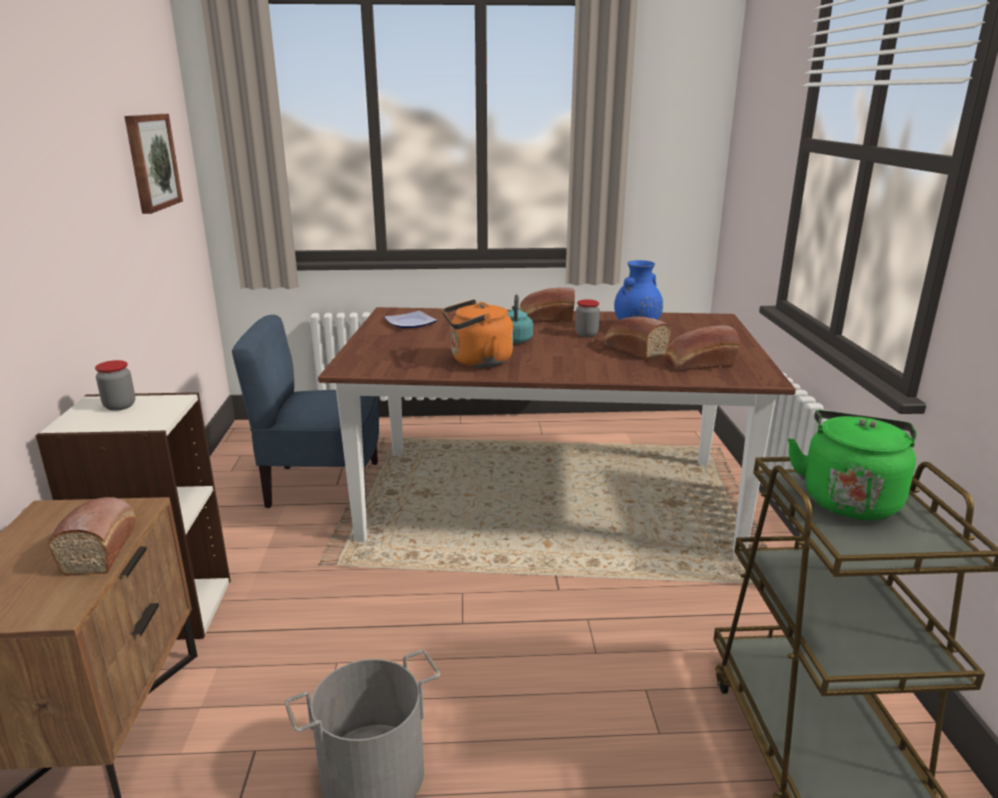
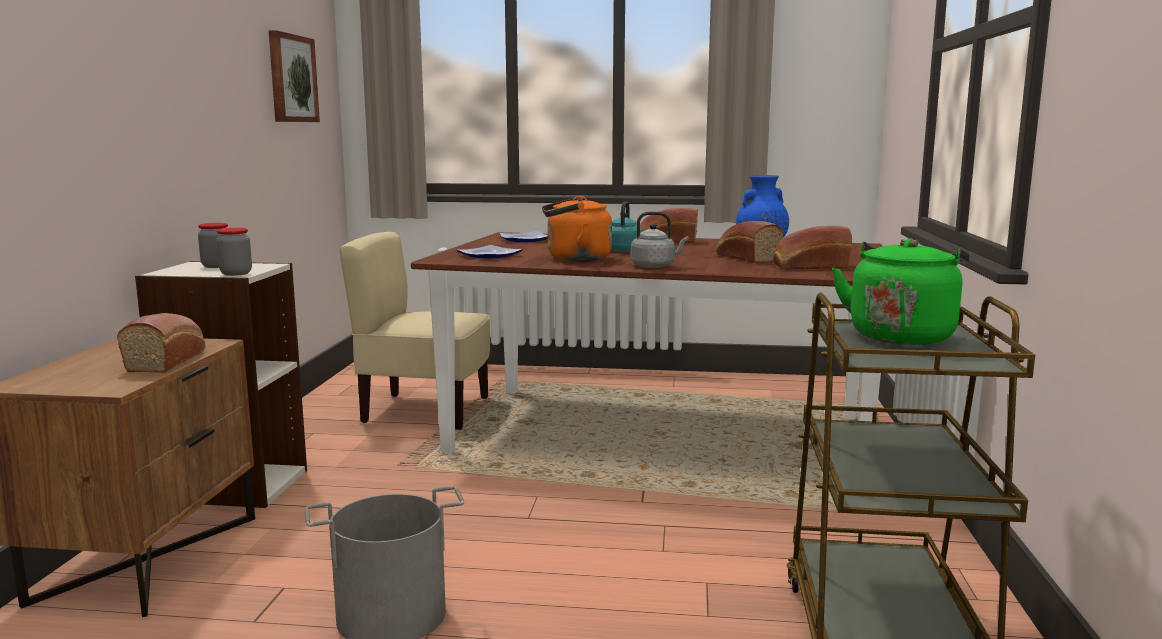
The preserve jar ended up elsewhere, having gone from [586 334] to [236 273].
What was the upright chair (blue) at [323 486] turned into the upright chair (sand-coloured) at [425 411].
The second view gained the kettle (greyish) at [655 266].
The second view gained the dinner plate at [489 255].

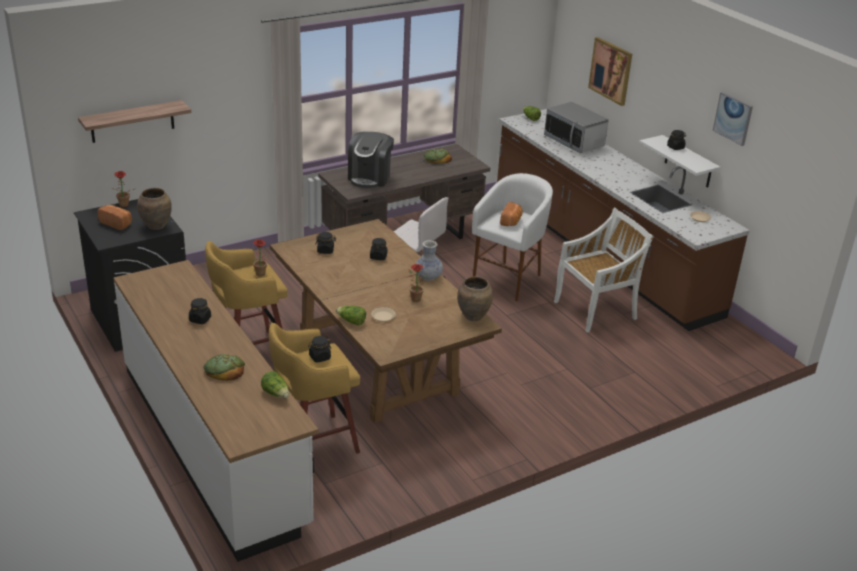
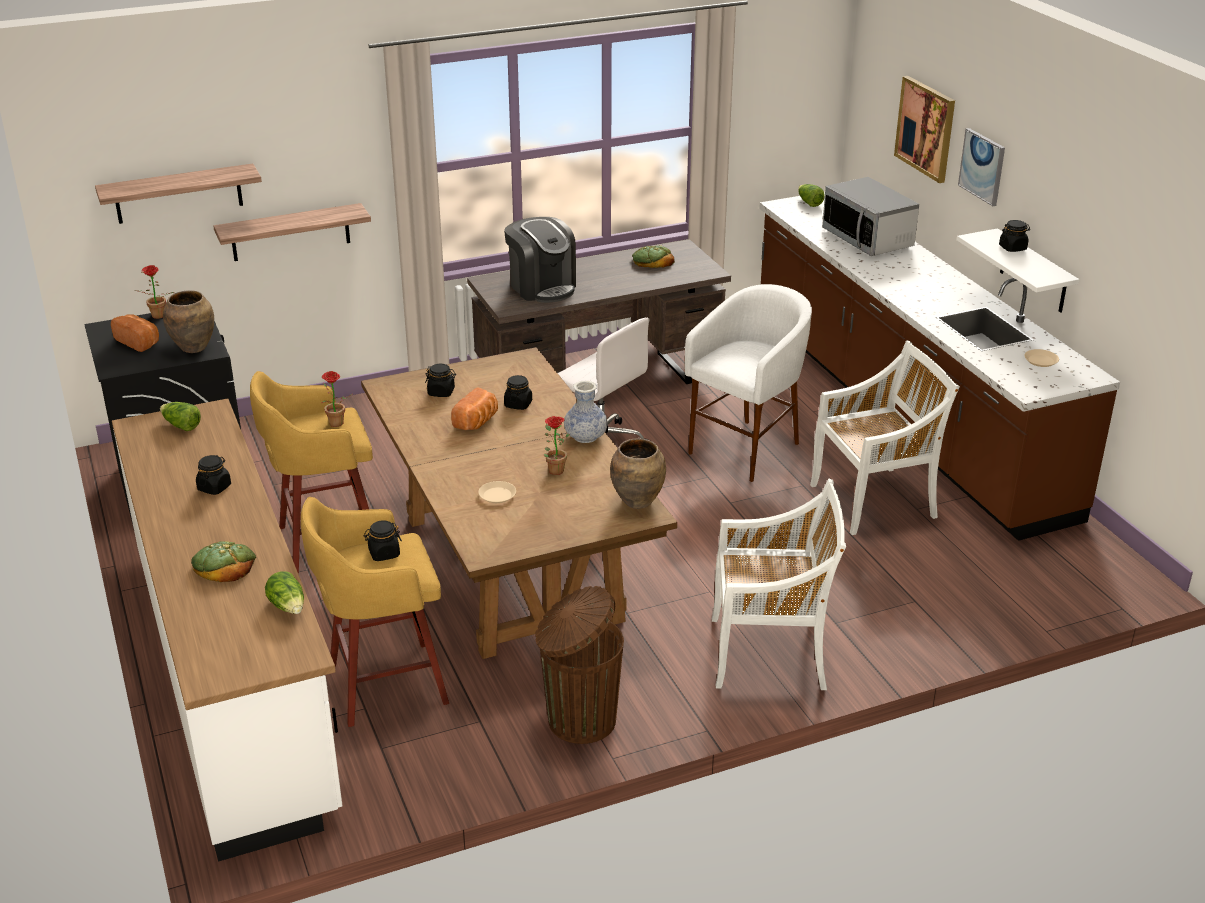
The wall picture ended up elsewhere, having gone from [733 118] to [982 166].
The coffee machine at [370 178] ended up facing another way, 60 degrees counterclockwise from before.
The bakery bread ended up elsewhere, having gone from [511 221] to [477 422].
The lettuce head ended up elsewhere, having gone from [351 321] to [181 425].
The second view gained the wall shelf at [290 232].
The second view gained the upright chair (white) at [770 653].
The second view gained the rubbish bin (brown-coloured) at [579 720].

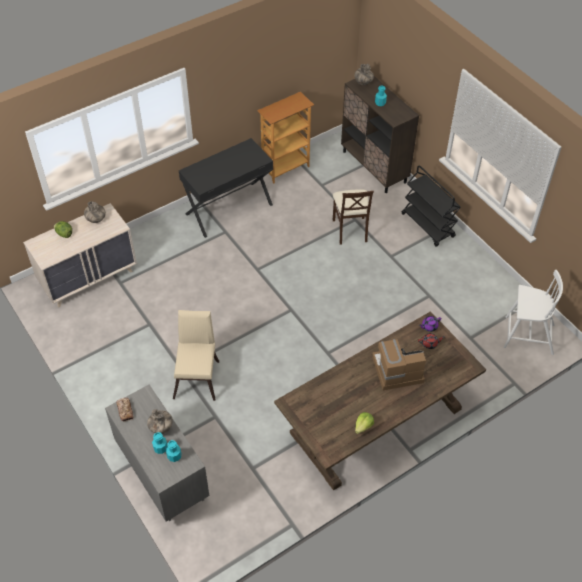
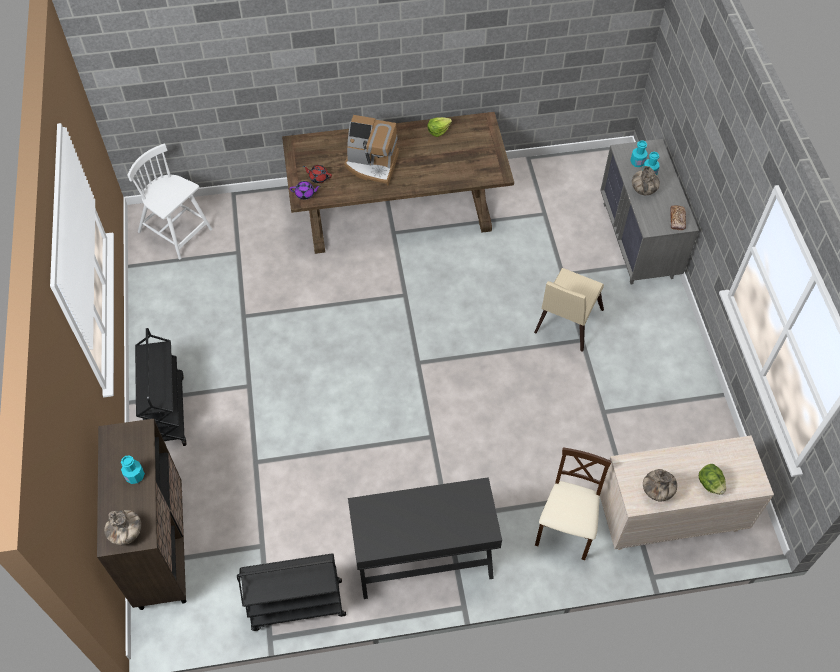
Where the shelving unit stood at [285 168], the wheeled cart (black-coloured) came to stand at [296 606].
The upright chair (sand-coloured) ended up elsewhere, having gone from [350 230] to [565 530].

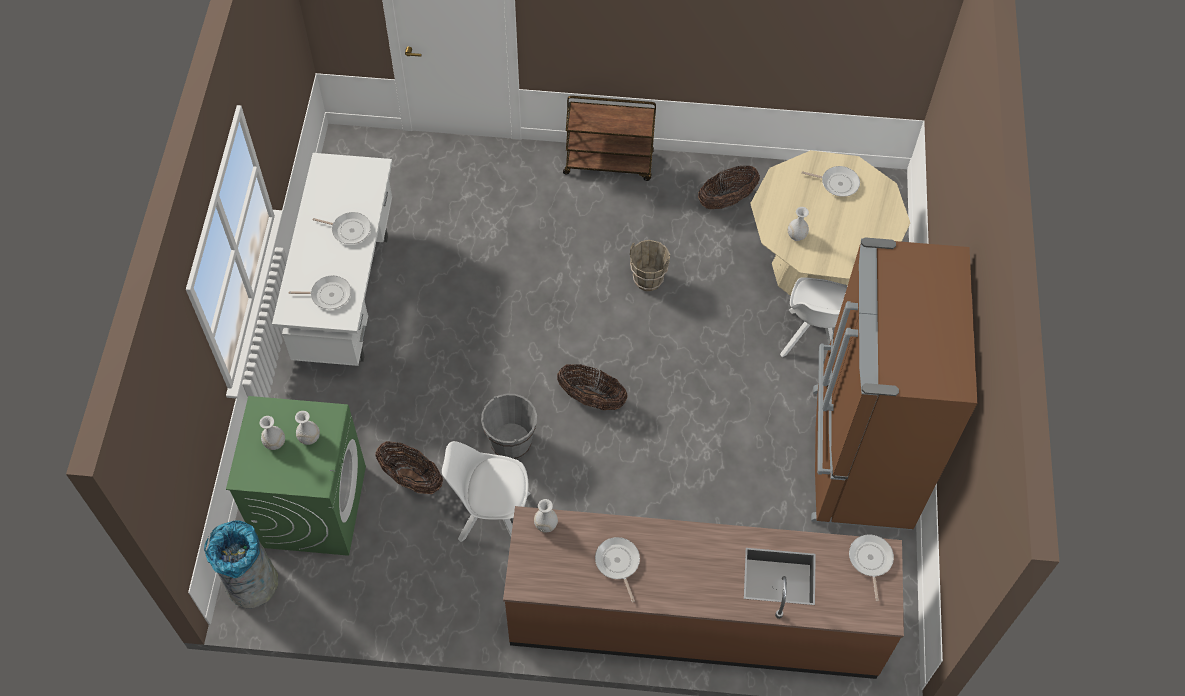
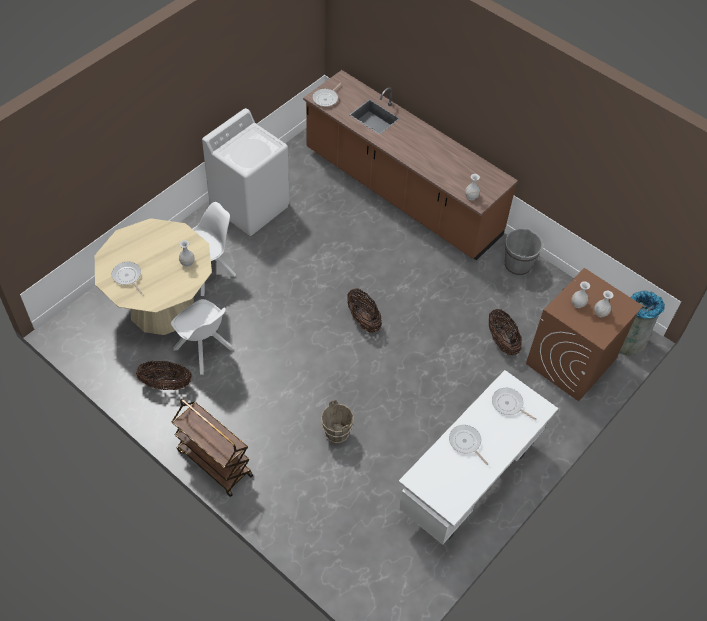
Where the kitchen fridge (brown-coloured) stood at [858 458], the laundry appliance (white) came to stand at [250 206].
The bucket (brown-coloured) ended up elsewhere, having gone from [648 279] to [336 434].
The bucket (greyish) ended up elsewhere, having gone from [511 442] to [517 265].
What was the laundry appliance (green-coloured) at [312 505] turned into the laundry appliance (brown-coloured) at [571 362].
The upright chair (white) ended up elsewhere, having gone from [491 515] to [204 350].
The second view lost the frying pan at [618 563].

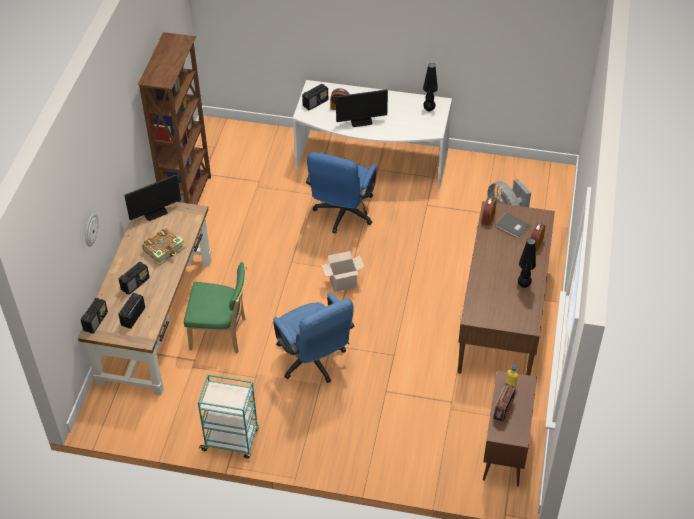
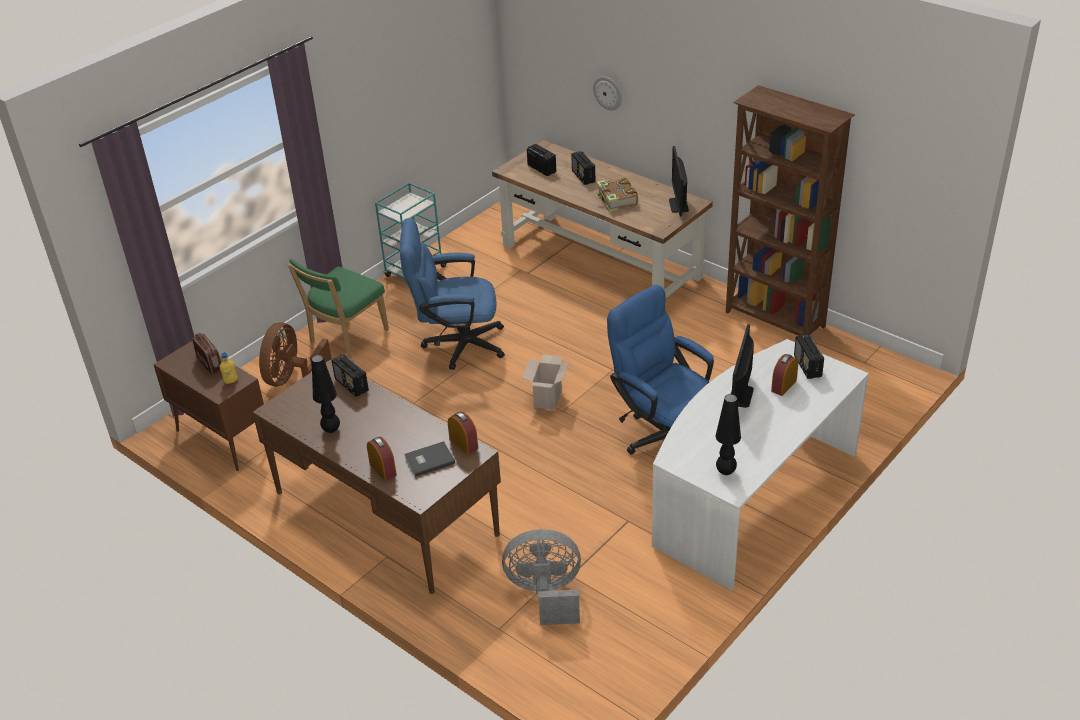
The upright chair (green-coloured) ended up elsewhere, having gone from [221 334] to [346 338].
The radio ended up elsewhere, having gone from [96 321] to [352 385].
The second view gained the electric fan (brown-coloured) at [292 378].

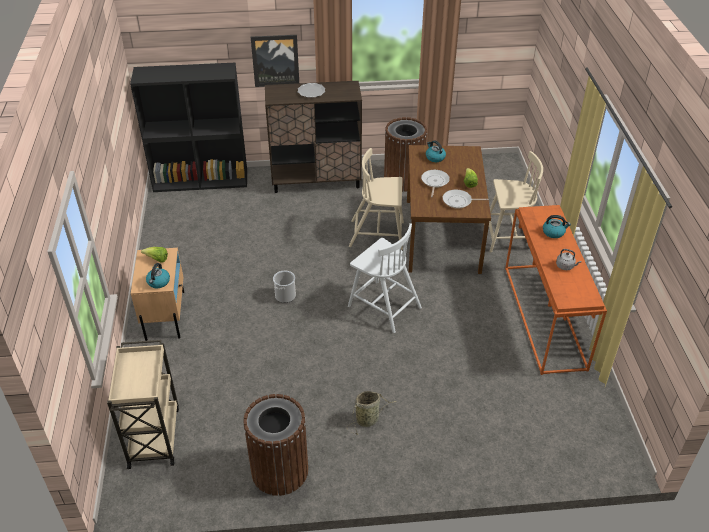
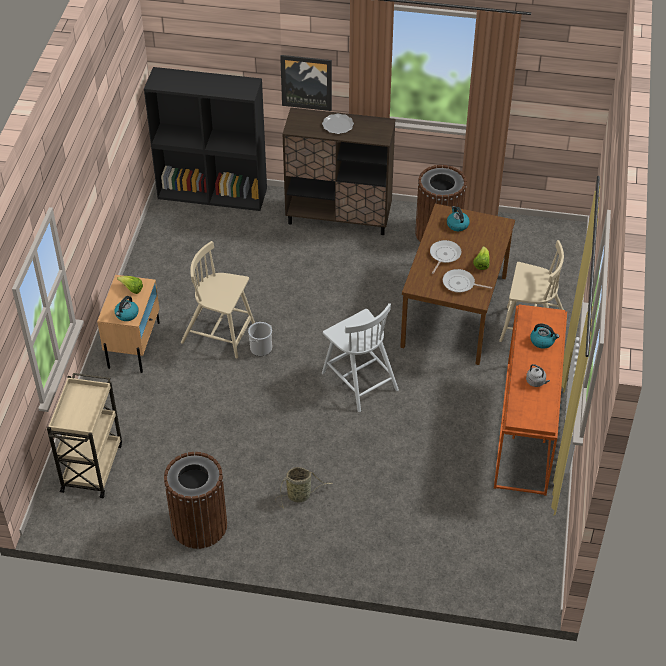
The upright chair (sand-coloured) ended up elsewhere, having gone from [378 234] to [219 334].

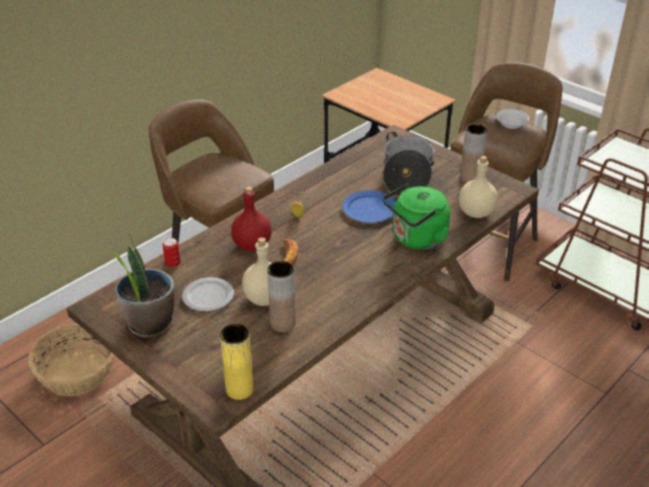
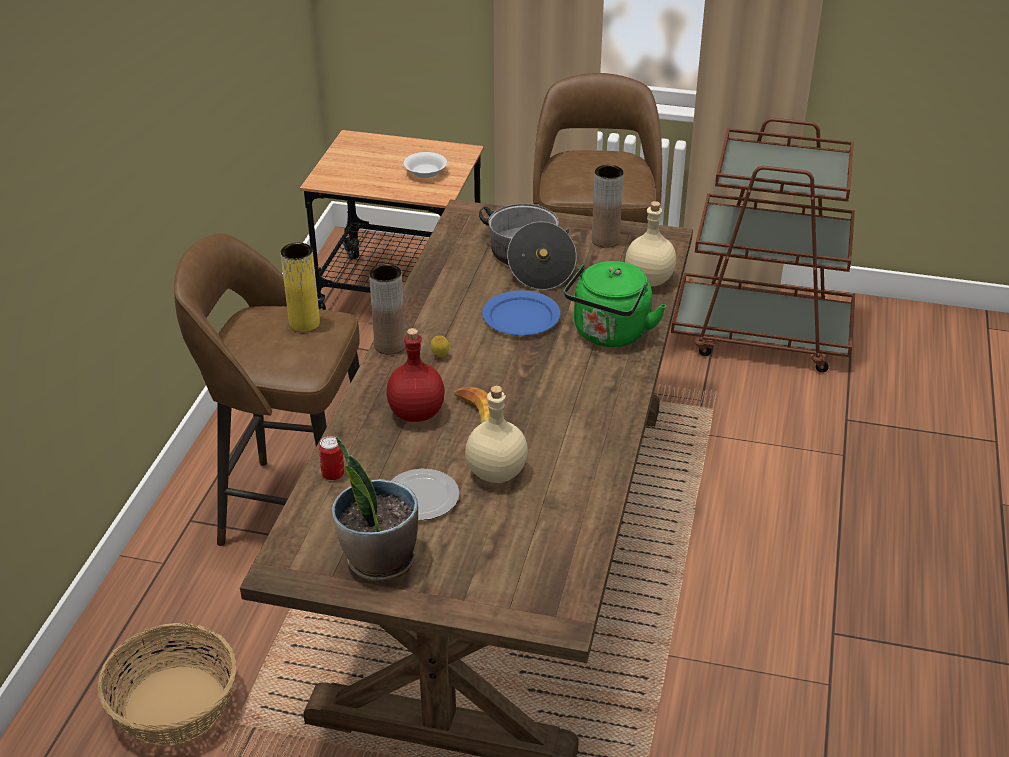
The serving bowl (white) ended up elsewhere, having gone from [511 125] to [426 173].
The flower vase (brown-coloured) ended up elsewhere, having gone from [282 324] to [390 345].
The flower vase (yellow) ended up elsewhere, having gone from [239 389] to [304 323].

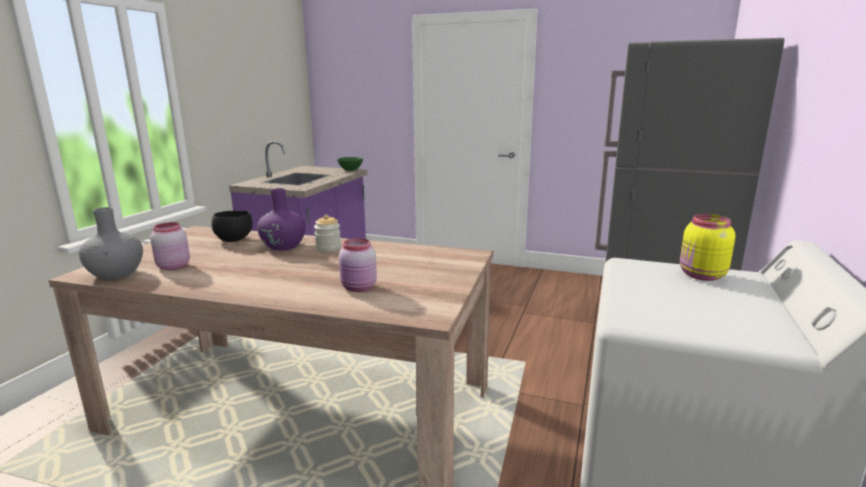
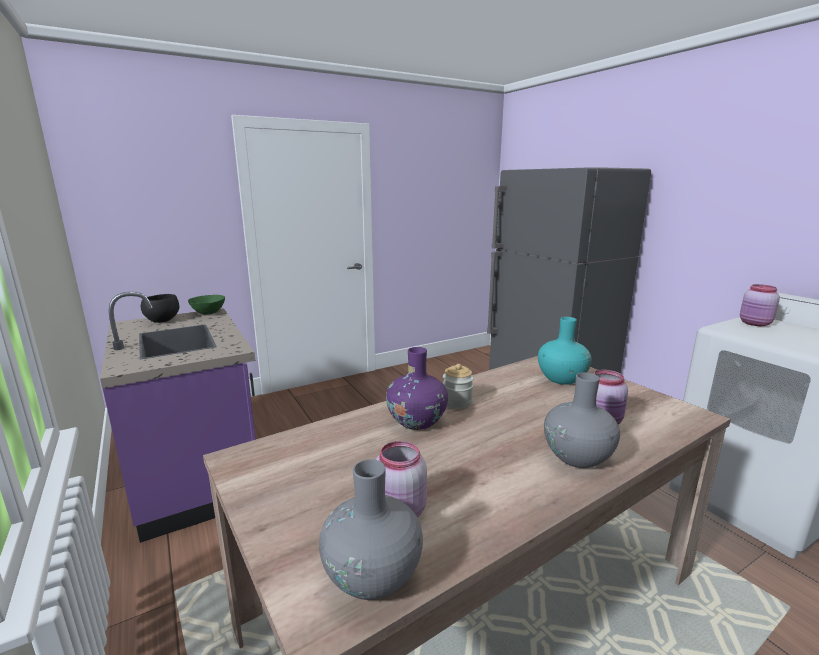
The serving bowl (black-coloured) ended up elsewhere, having gone from [234 240] to [162 320].
What was the preserve jar (yellow) at [701 276] turned into the preserve jar (pink) at [755 324].
The second view gained the flower vase (blue-green) at [561 378].
The second view gained the flower vase (greyish) at [577 457].

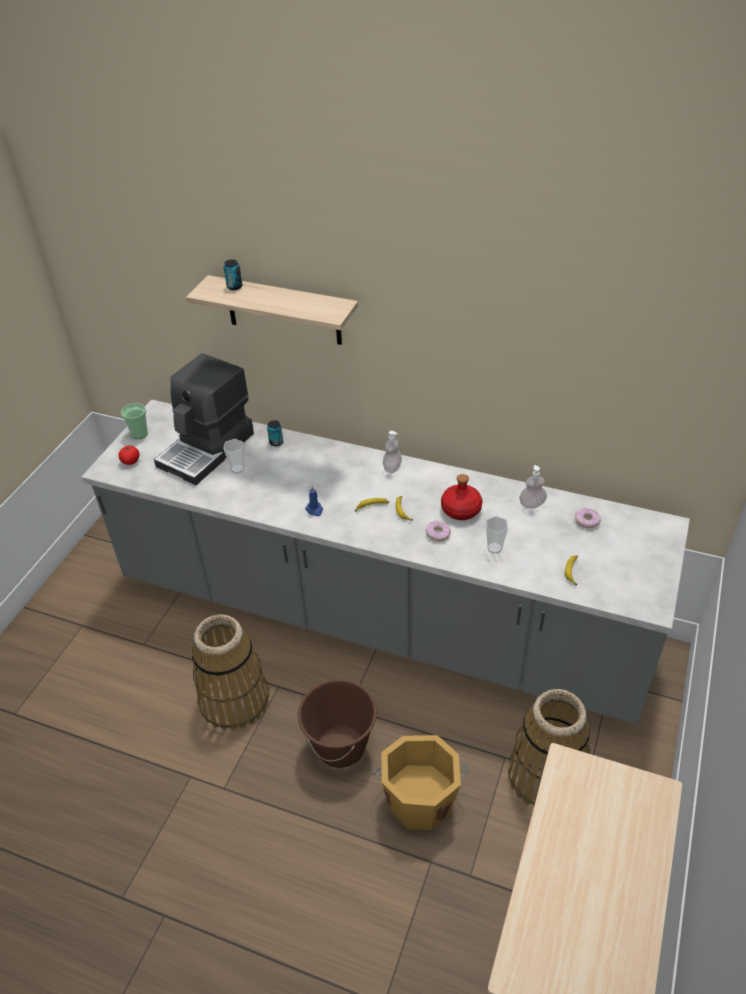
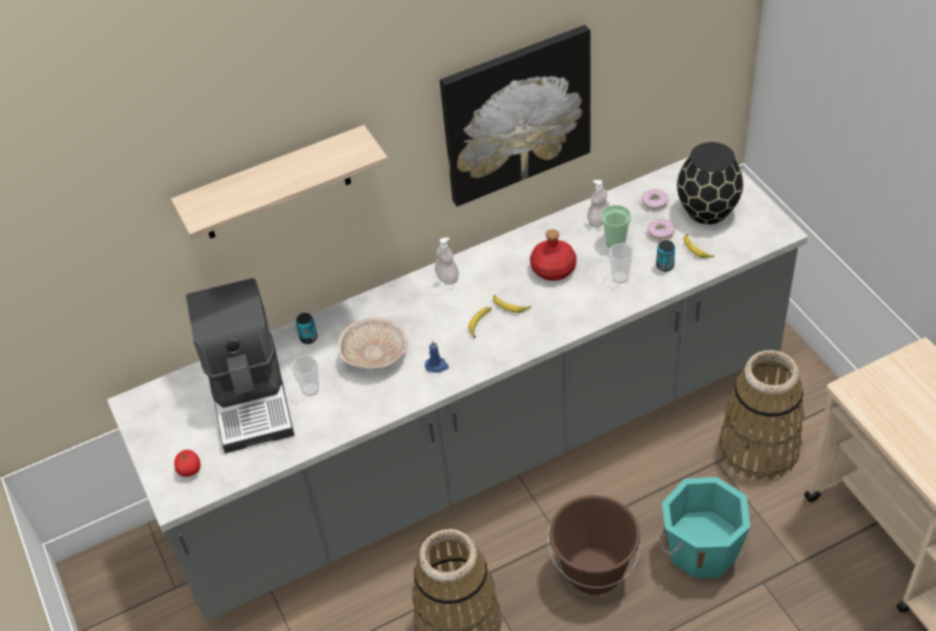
The can ended up elsewhere, having gone from [234 287] to [665 266].
The drinking cup ended up elsewhere, having gone from [139 434] to [615 241].
The ring doughnut ended up elsewhere, having gone from [438 534] to [660 232].
What was the bucket (orange-coloured) at [420 800] turned into the bucket (blue-green) at [701 549].
The second view gained the wall picture at [516 114].
The second view gained the flower vase (black-coloured) at [707 211].
The second view gained the serving bowl (sand-coloured) at [375 355].

